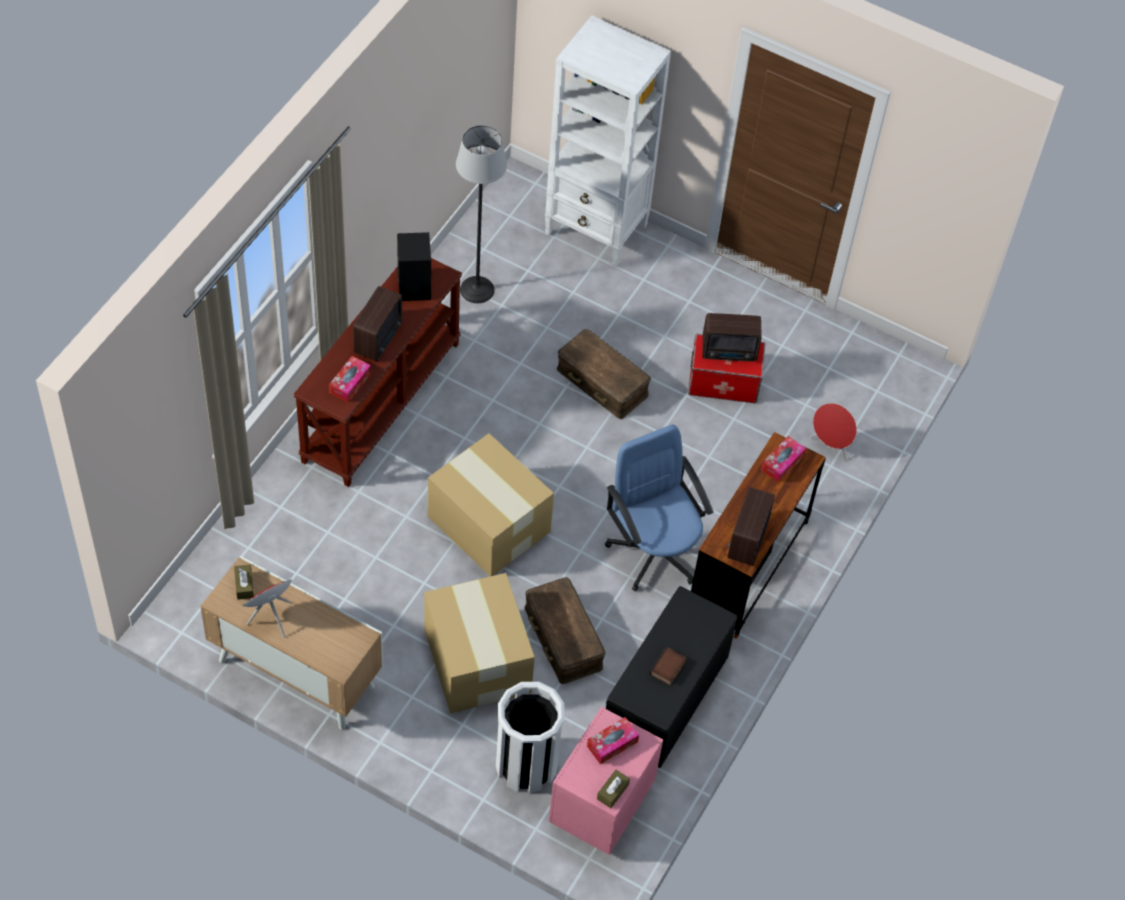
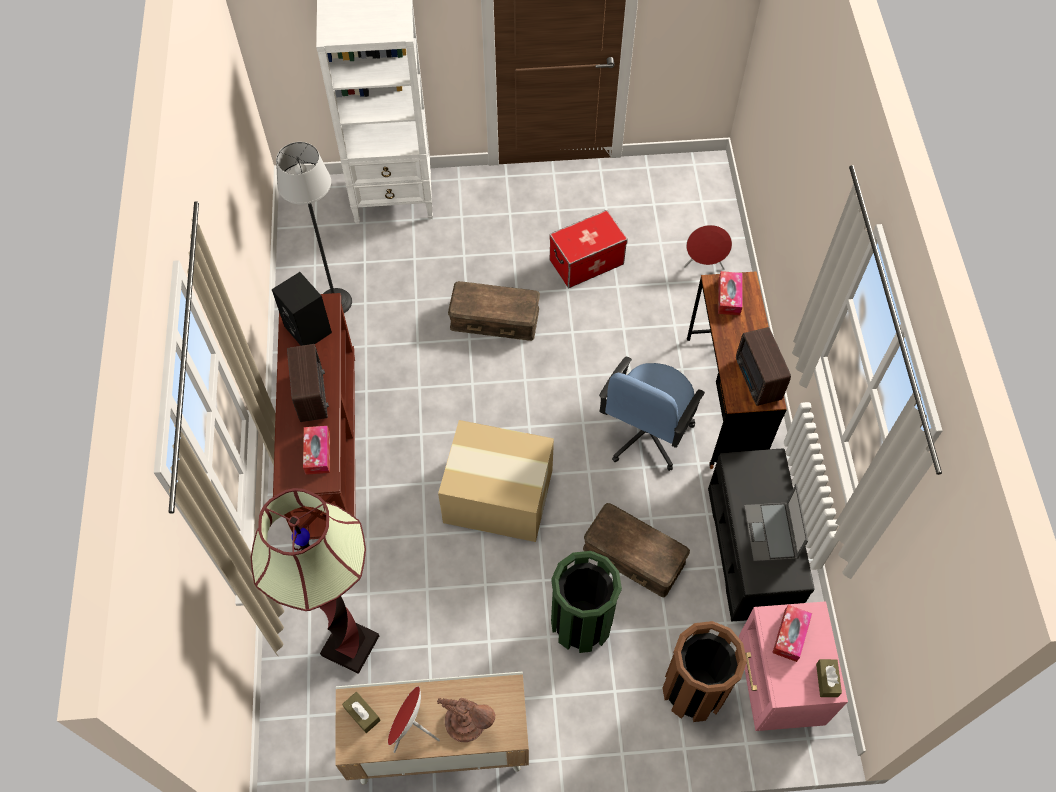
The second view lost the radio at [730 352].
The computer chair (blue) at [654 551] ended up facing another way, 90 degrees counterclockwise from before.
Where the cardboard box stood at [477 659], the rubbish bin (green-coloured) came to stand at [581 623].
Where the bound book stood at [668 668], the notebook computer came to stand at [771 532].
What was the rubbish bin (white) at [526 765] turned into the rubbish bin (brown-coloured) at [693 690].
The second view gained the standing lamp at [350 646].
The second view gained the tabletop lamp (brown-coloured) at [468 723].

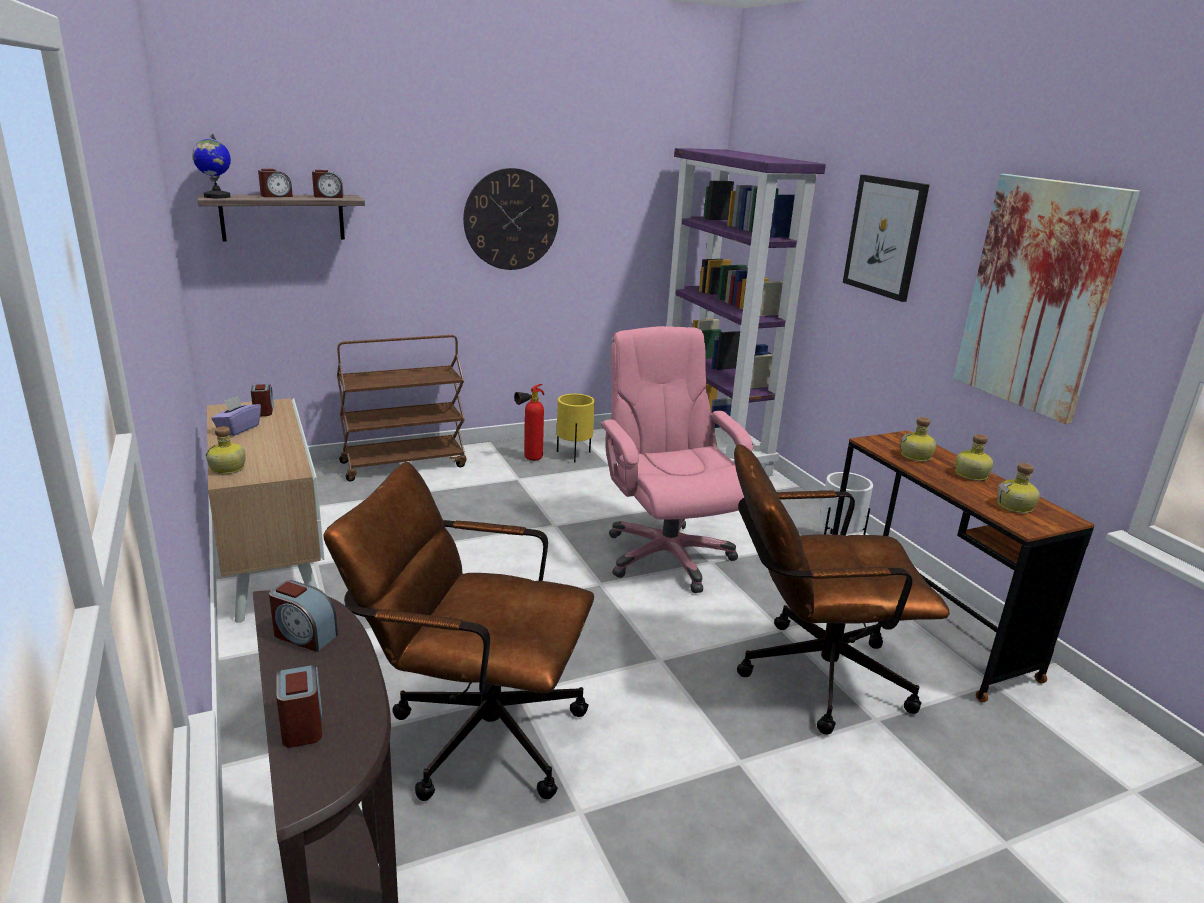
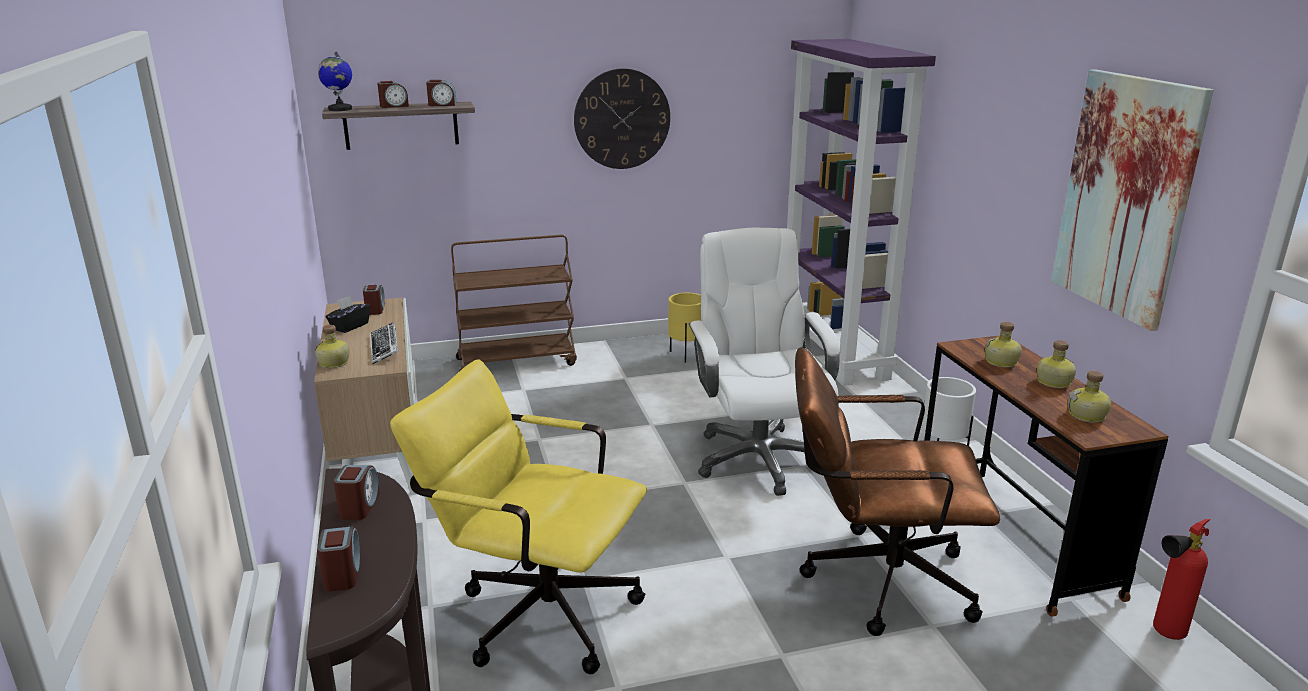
The second view lost the wall picture at [885 237].
What was the computer chair (pink) at [667 556] turned into the computer chair (white) at [758 458].
The fire-fighting cylinder ended up elsewhere, having gone from [529 459] to [1163 635].
What was the tissue box (purplish) at [238 429] turned into the tissue box (black-coloured) at [349 326].
What was the computer chair (brown-coloured) at [472 731] turned into the computer chair (yellow) at [534 611].
The alarm clock at [304 635] ended up facing another way, 120 degrees counterclockwise from before.
The second view gained the keyboard at [384 348].

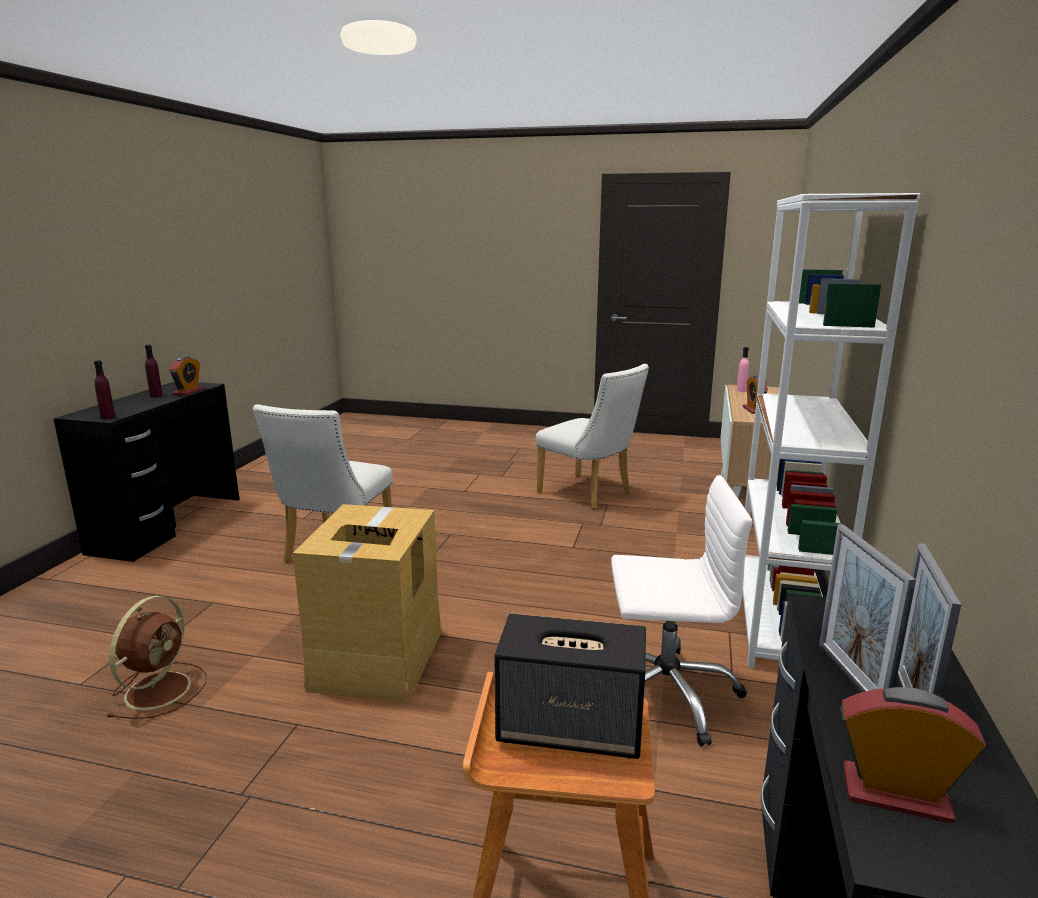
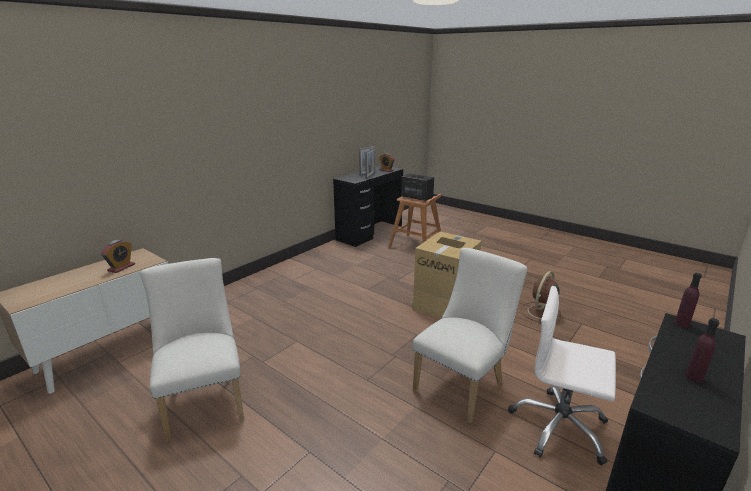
The second view lost the shelving unit (white) at [781 619].
The second view lost the beverage bottle (pink) at [741 391].
The second view lost the alarm clock at [188 392].
The computer chair (white) ended up elsewhere, having gone from [665 693] to [559 427].

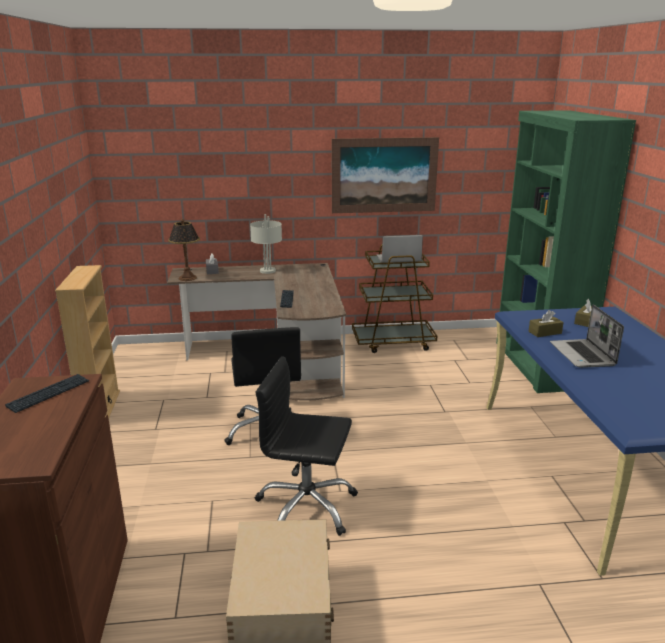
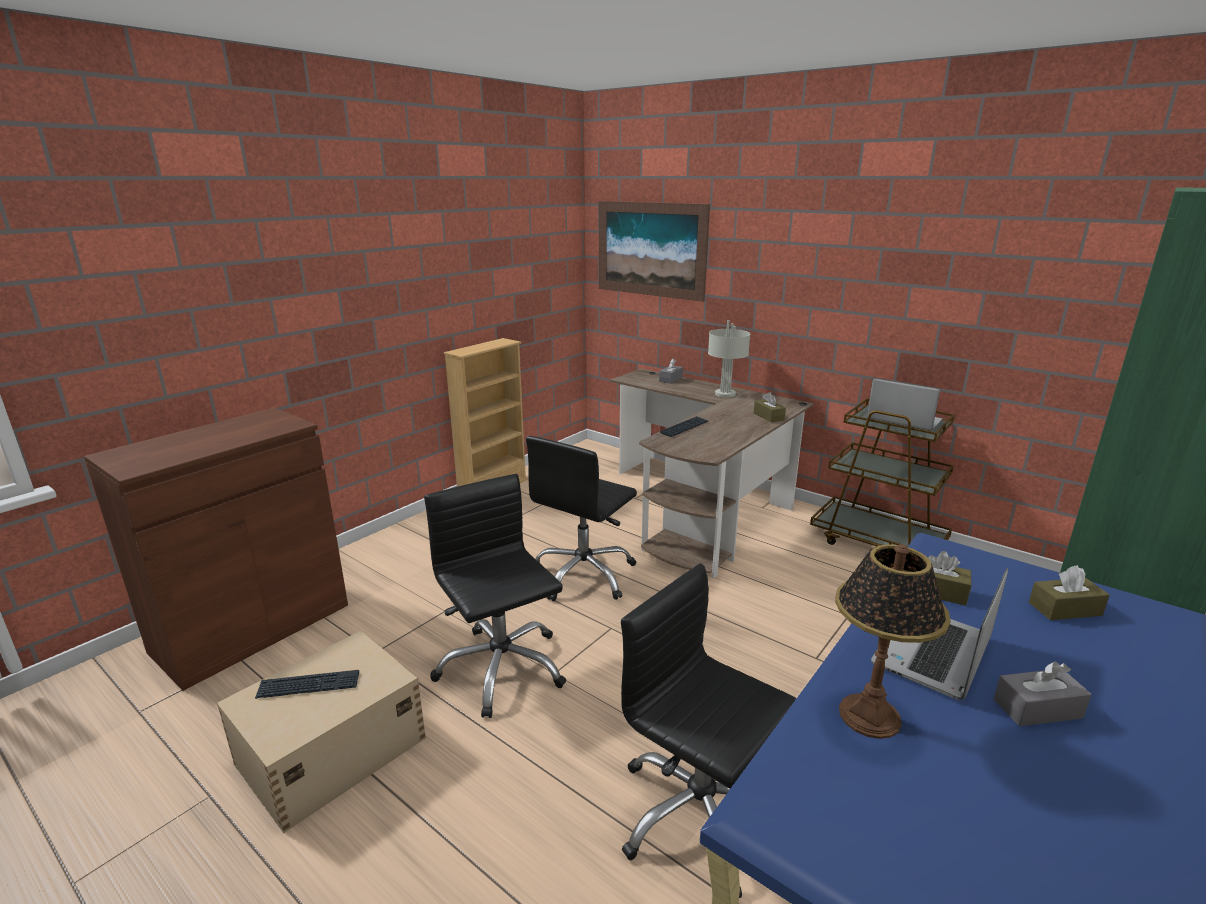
The wall picture ended up elsewhere, having gone from [384 175] to [650 249].
The tabletop lamp ended up elsewhere, having gone from [187 278] to [869 715].
The keyboard ended up elsewhere, having gone from [49 394] to [308 686].
The second view gained the tissue box (brown-coloured) at [768 416].
The second view gained the computer chair (black-coloured) at [698 815].
The second view gained the tissue box (greyish) at [1037 708].

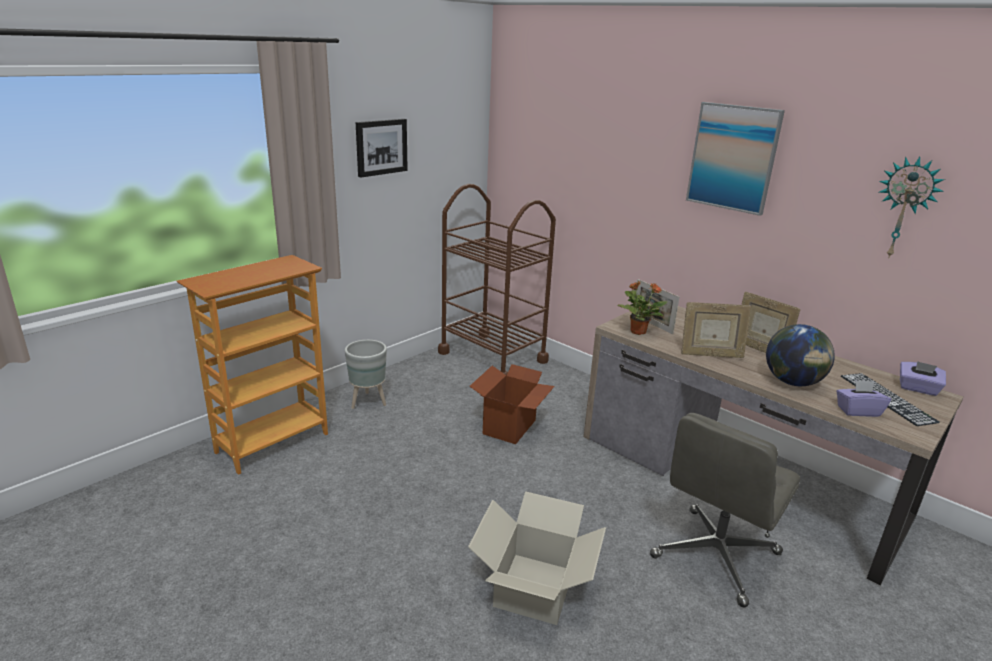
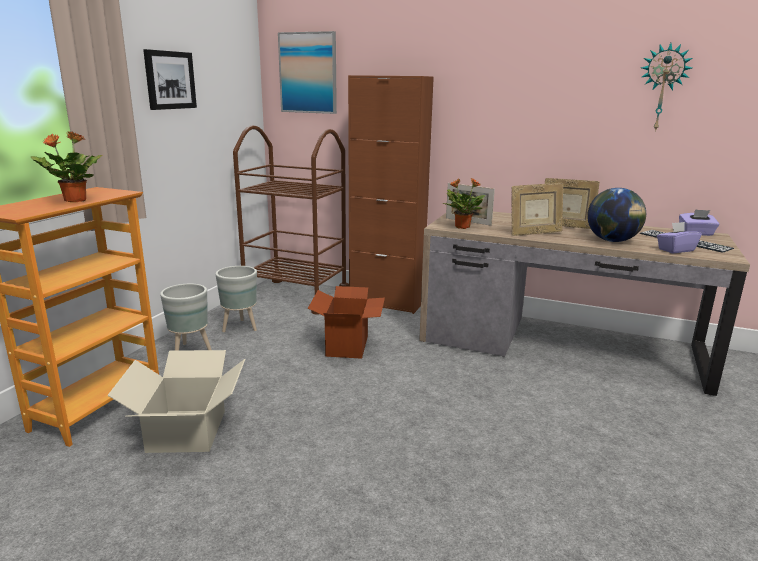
The wall picture ended up elsewhere, having gone from [733 157] to [308 73].
The second view lost the computer chair (greyish) at [715 556].
The cardboard box ended up elsewhere, having gone from [535 588] to [188 430].
The second view gained the storage cabinet (brown-coloured) at [386 303].
The second view gained the plant in a pot at [74 200].
The second view gained the plant pot (greyish) at [240 328].

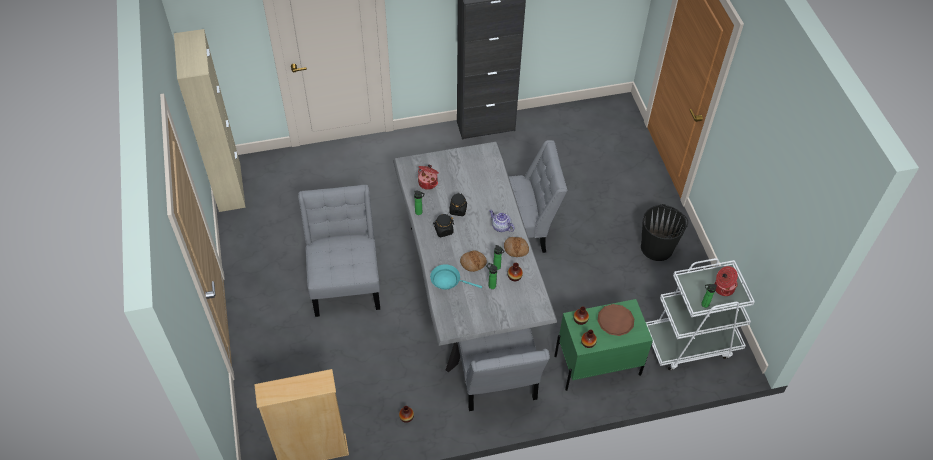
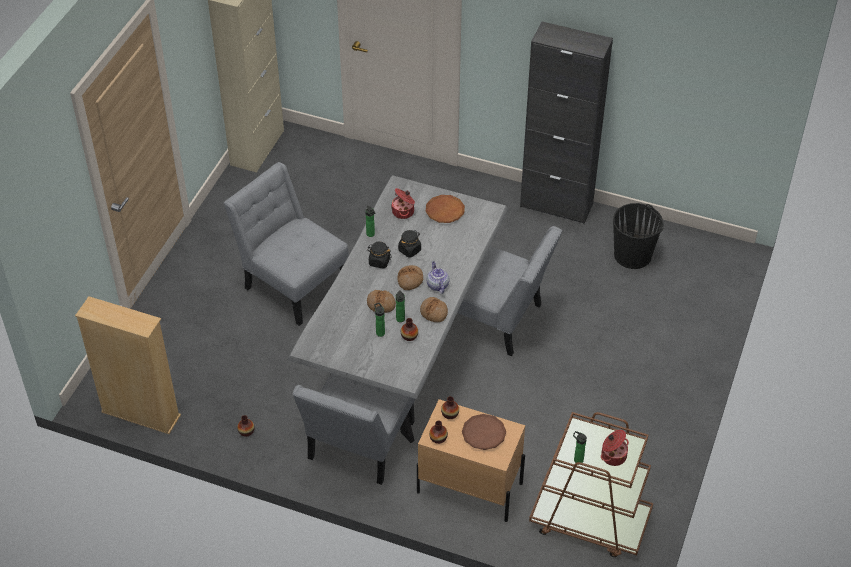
The upright chair (greyish) at [345 280] ended up facing another way, 75 degrees counterclockwise from before.
The bucket (black-coloured) ended up elsewhere, having gone from [657 247] to [633 255].
What was the wheeled cart (white) at [691 342] turned into the wheeled cart (brown-coloured) at [589 521].
The second view lost the frying pan (blue-green) at [448 280].
What was the nightstand (green-coloured) at [597 365] turned into the nightstand (sand-coloured) at [469 487].
The second view gained the dinner plate (brown-coloured) at [445 211].
The second view gained the bakery bread at [410 280].

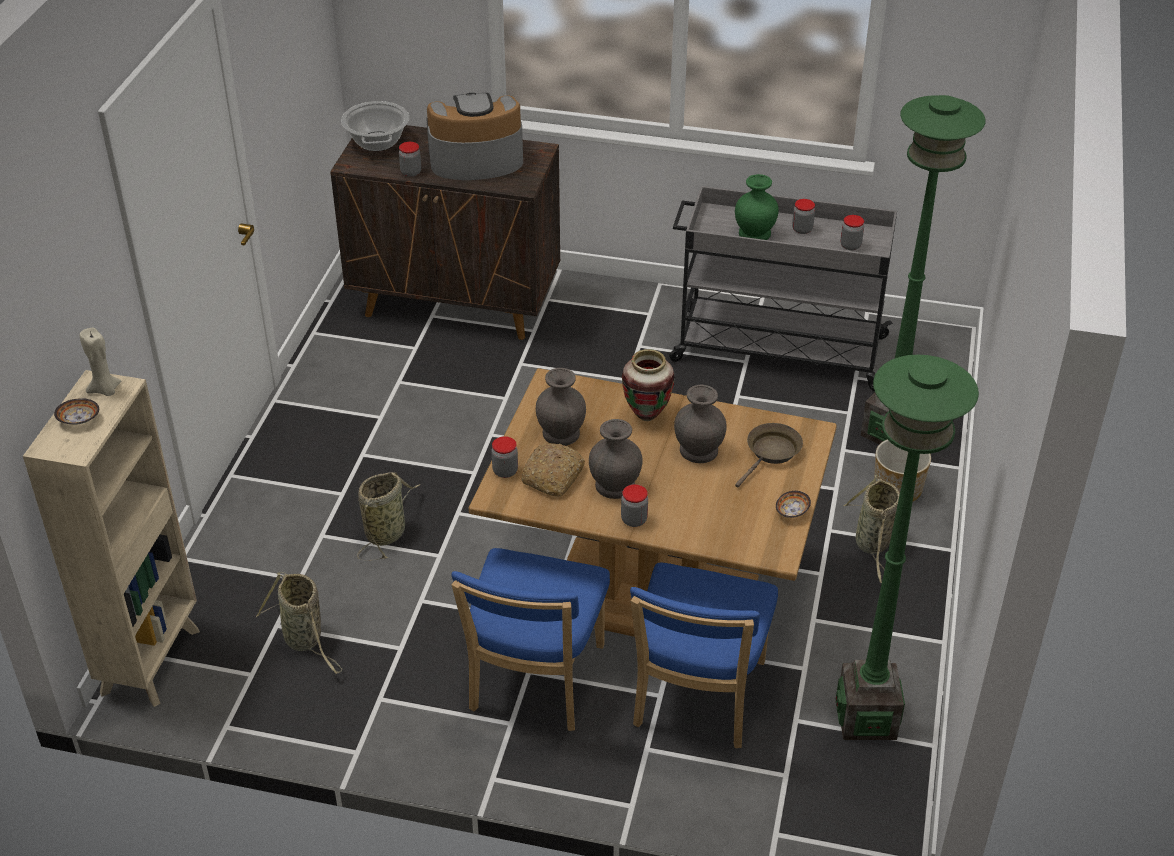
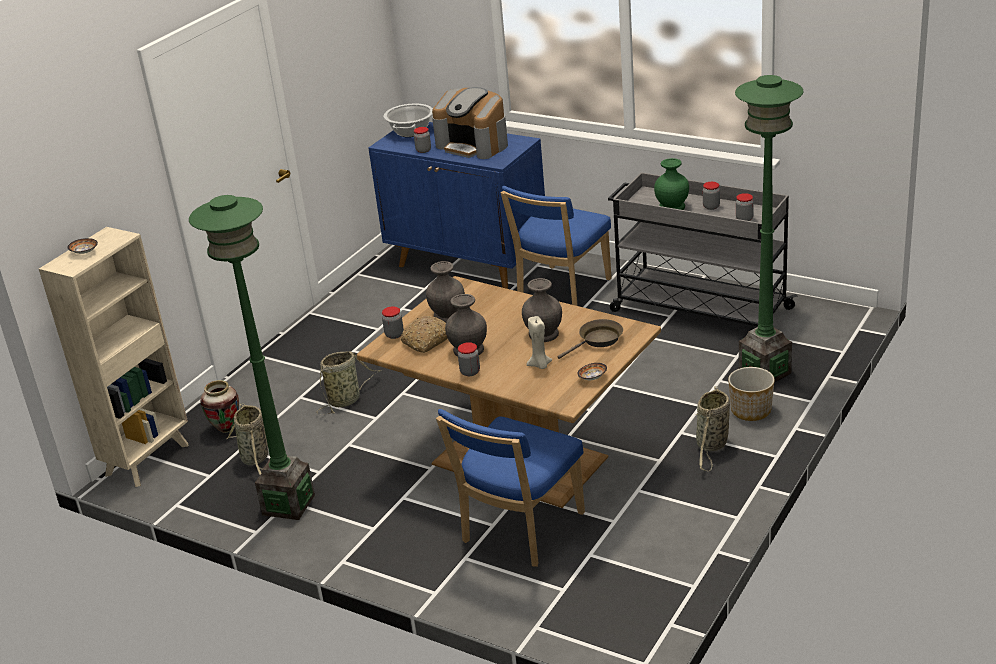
The coffee machine at [475 160] ended up facing another way, 150 degrees counterclockwise from before.
What was the storage cabinet (brown-coloured) at [457 303] turned into the storage cabinet (blue) at [468 263].
The wax candle (sand-coloured) ended up elsewhere, having gone from [105 390] to [540 365].
The flower vase ended up elsewhere, having gone from [647 415] to [226 429].
The standing lamp (green-coloured) ended up elsewhere, having gone from [867 718] to [289 505].
The upright chair (blue) ended up elsewhere, having gone from [534 683] to [561 292].

